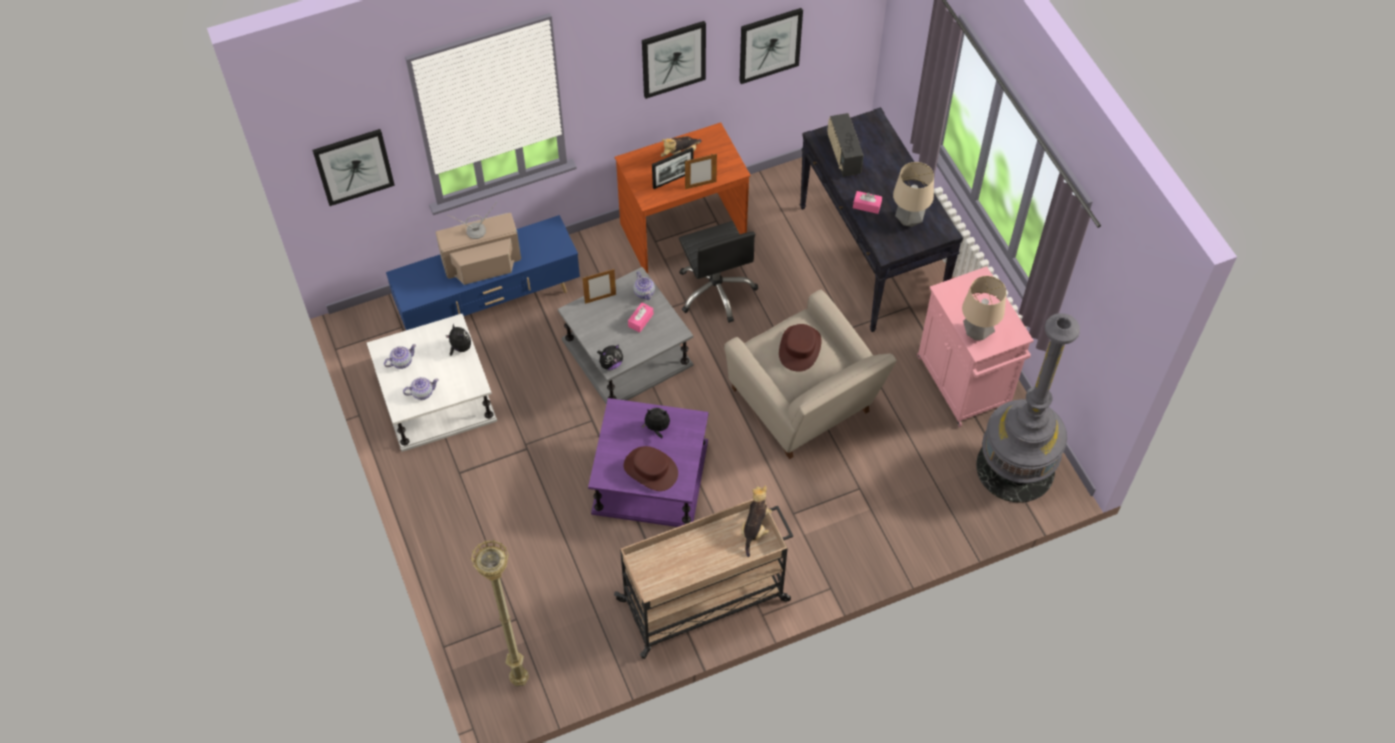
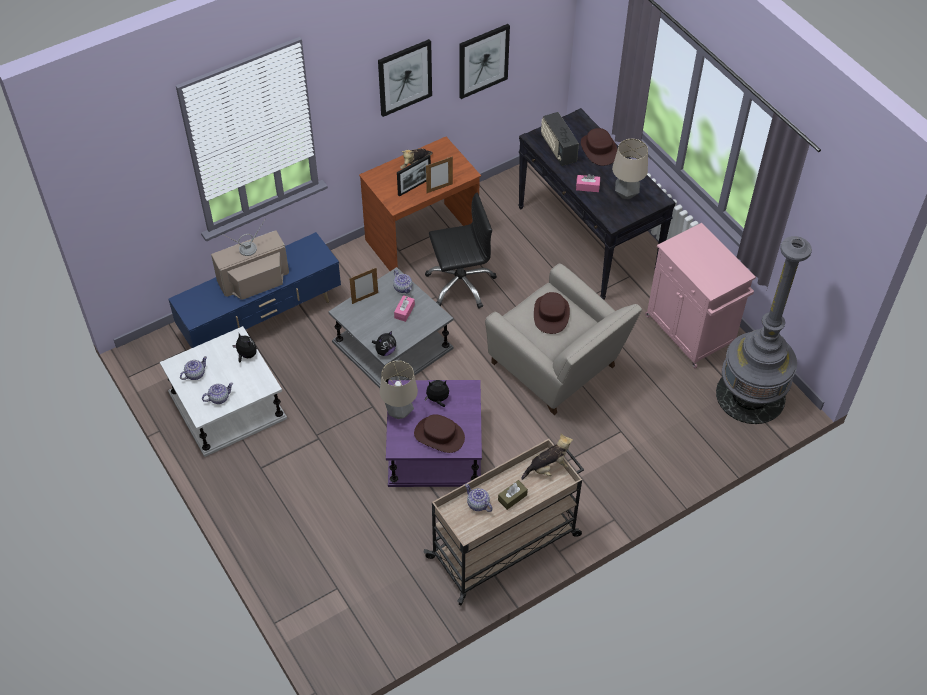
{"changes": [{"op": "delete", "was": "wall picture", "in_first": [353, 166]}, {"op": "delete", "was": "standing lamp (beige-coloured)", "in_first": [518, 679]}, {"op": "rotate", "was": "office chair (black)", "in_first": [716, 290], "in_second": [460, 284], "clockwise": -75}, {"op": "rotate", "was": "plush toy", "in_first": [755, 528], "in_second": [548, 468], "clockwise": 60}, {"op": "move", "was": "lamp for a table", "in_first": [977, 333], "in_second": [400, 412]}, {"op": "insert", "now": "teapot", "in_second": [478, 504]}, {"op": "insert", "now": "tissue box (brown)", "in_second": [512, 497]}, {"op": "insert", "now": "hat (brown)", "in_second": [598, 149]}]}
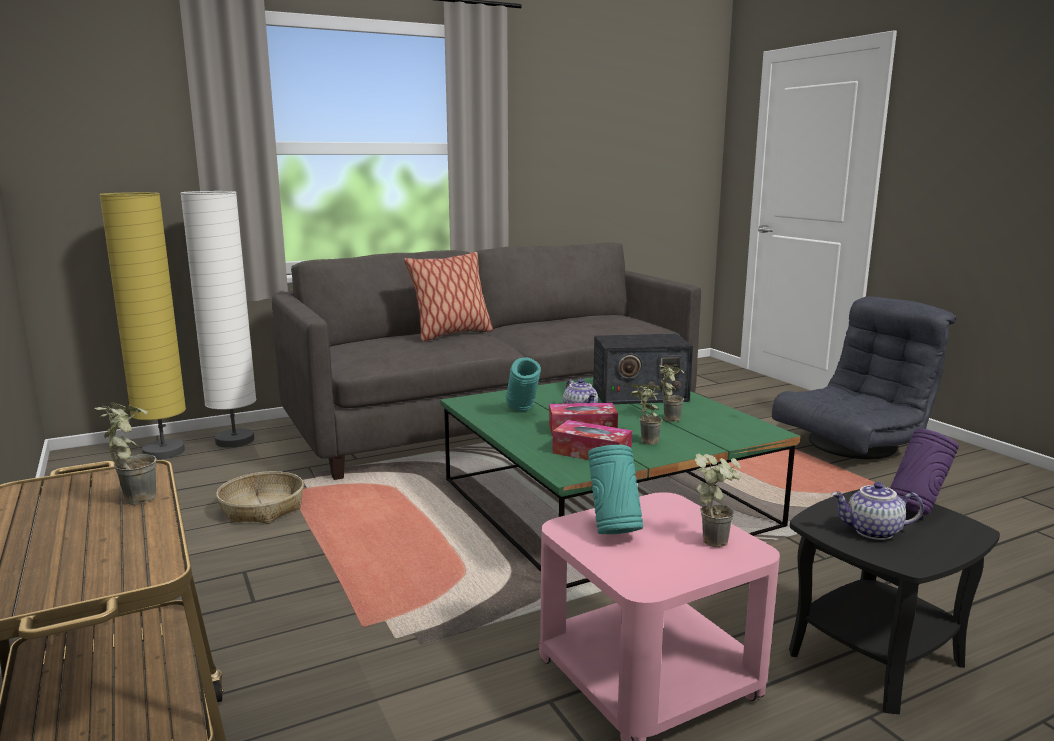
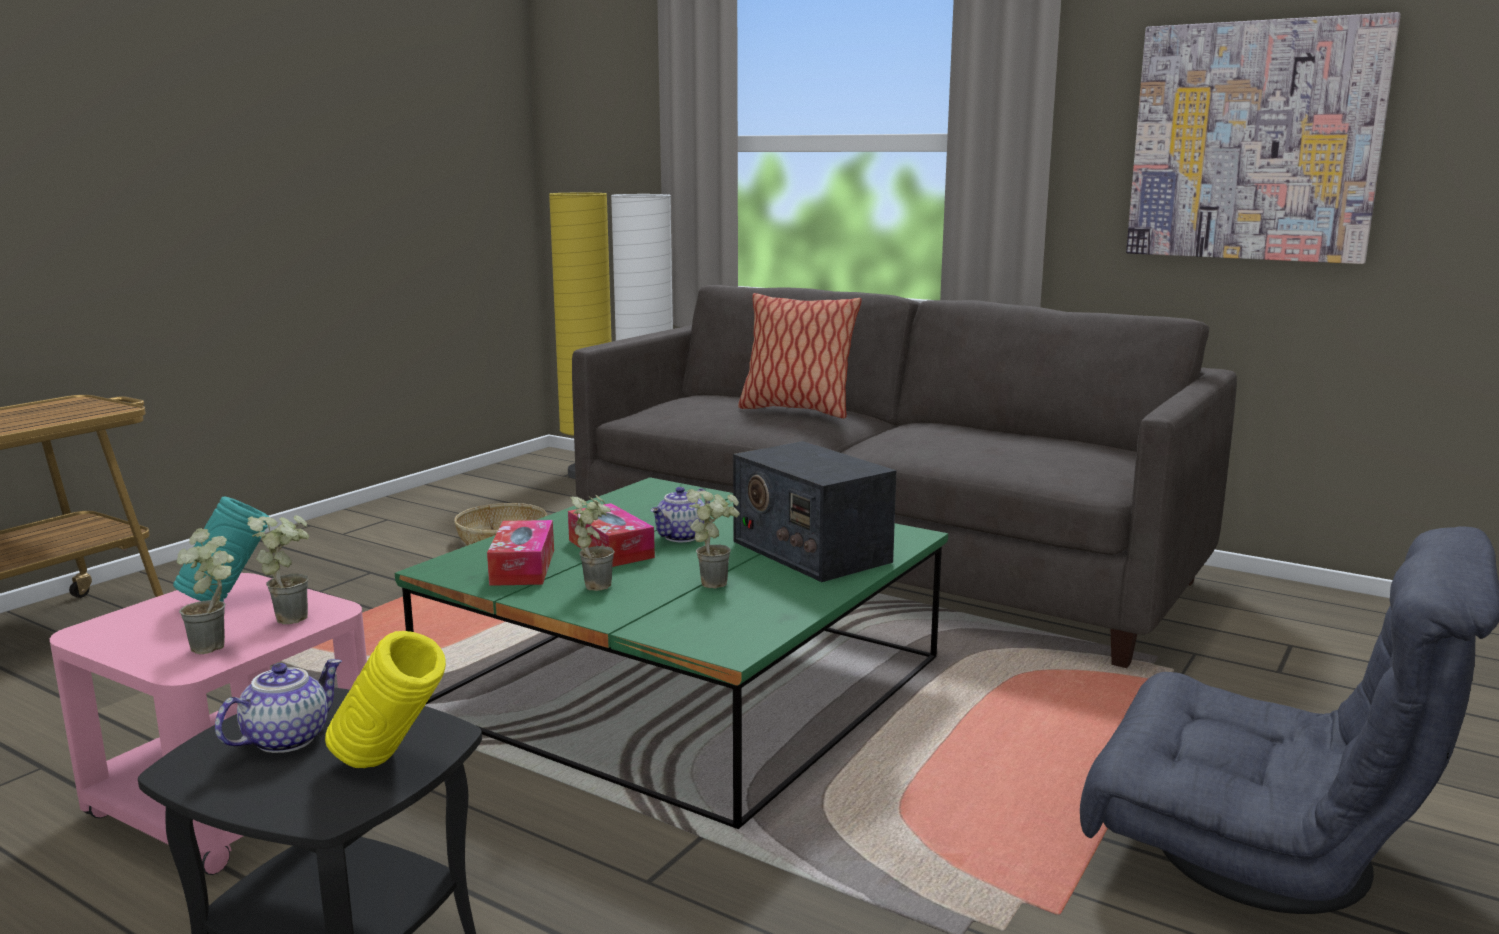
{"changes": [{"op": "move", "was": "potted plant", "in_first": [132, 498], "in_second": [292, 616]}, {"op": "delete", "was": "decorative vase (turquoise)", "in_first": [522, 412]}, {"op": "rotate", "was": "teapot", "in_first": [873, 532], "in_second": [286, 738], "clockwise": 60}, {"op": "recolor", "was": "decorative vase (purple-coloured)", "now": "decorative vase (yellow)", "in_first": [916, 510], "in_second": [391, 765]}, {"op": "insert", "now": "wall picture", "in_second": [1254, 142]}]}
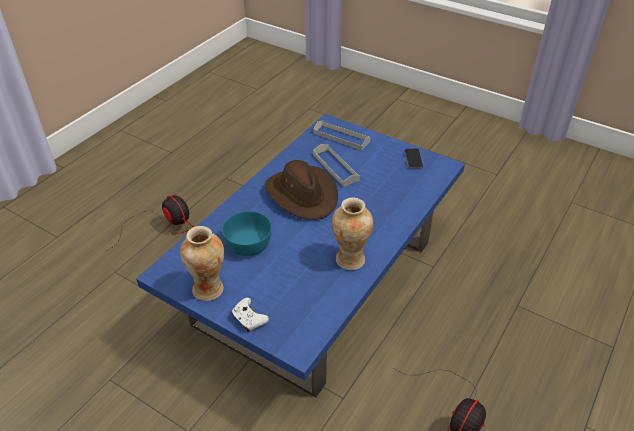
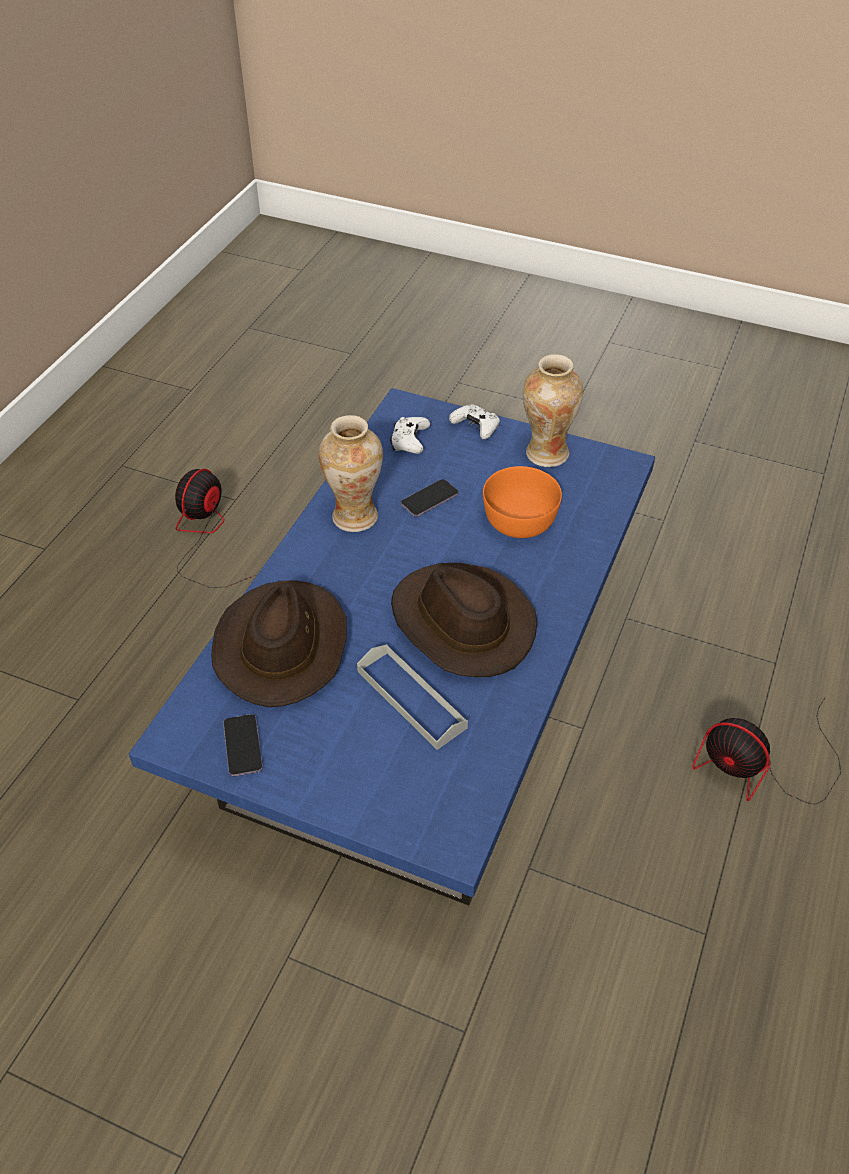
{"changes": [{"op": "recolor", "was": "serving bowl (turquoise)", "now": "serving bowl (orange)", "in_first": [247, 244], "in_second": [520, 519]}, {"op": "delete", "was": "carrying tray (gray)", "in_first": [341, 137]}, {"op": "insert", "now": "hat (brown)", "in_second": [282, 645]}, {"op": "insert", "now": "joypad (white-coloured)", "in_second": [409, 442]}, {"op": "insert", "now": "handset", "in_second": [429, 499]}]}
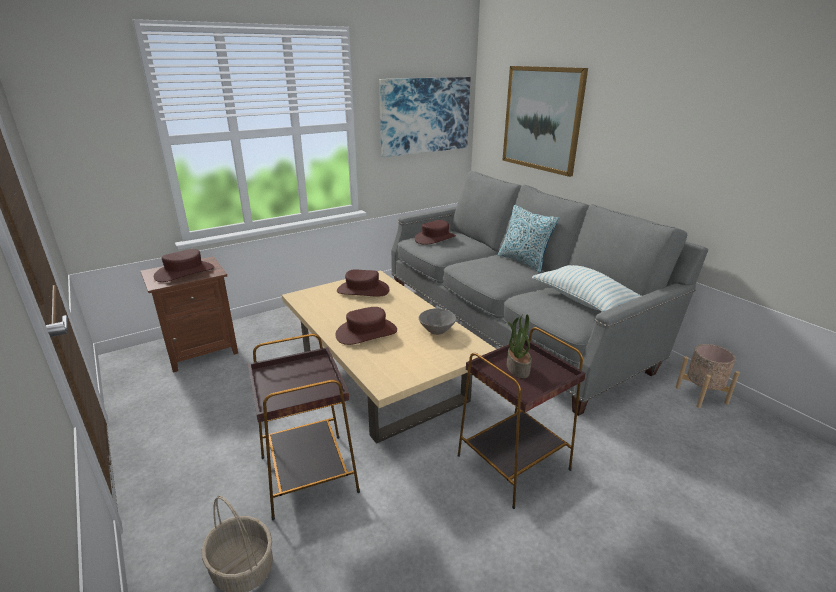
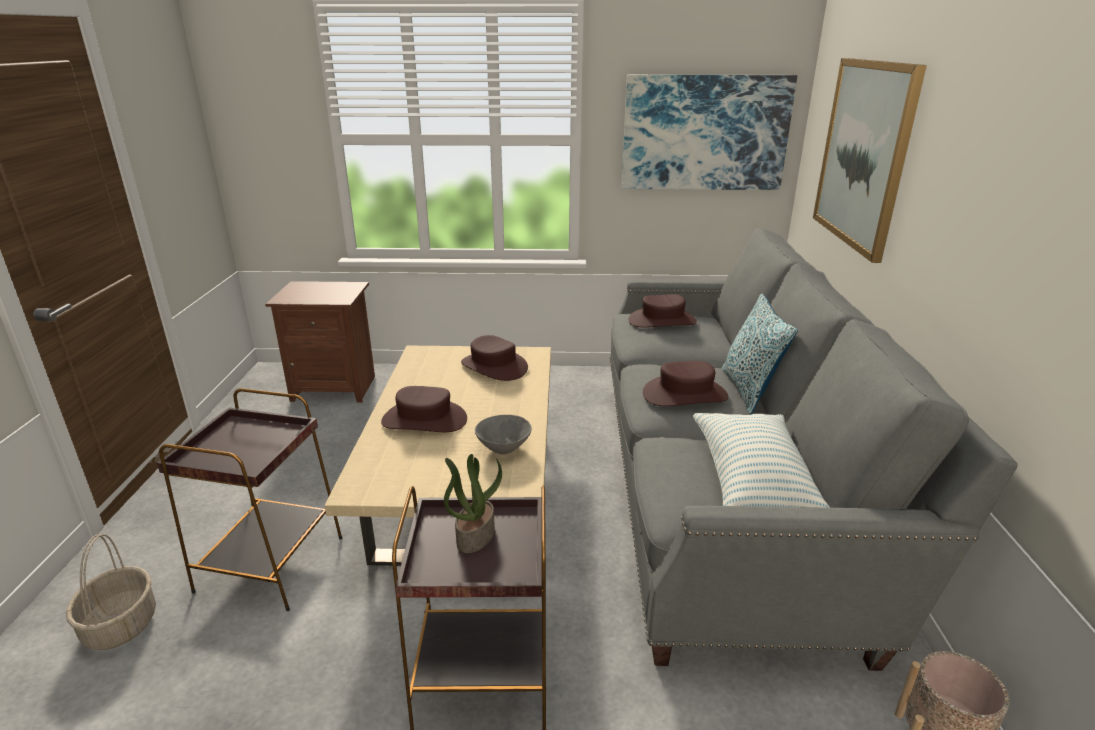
{"changes": [{"op": "move", "was": "hat (brown)", "in_first": [184, 272], "in_second": [685, 394]}]}
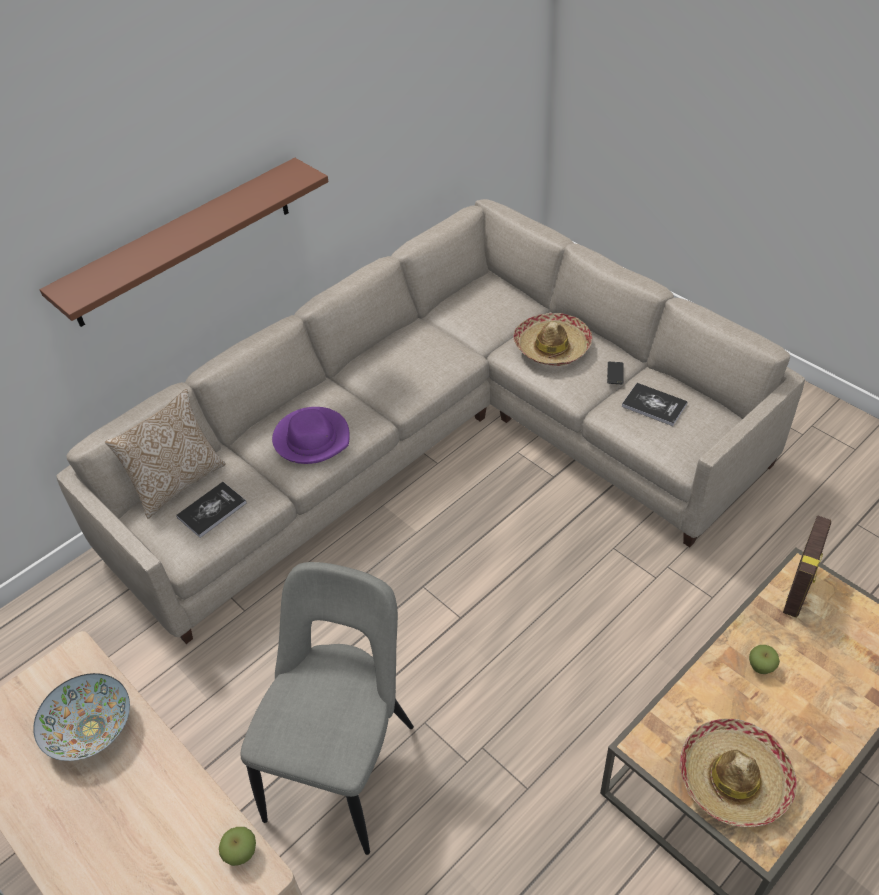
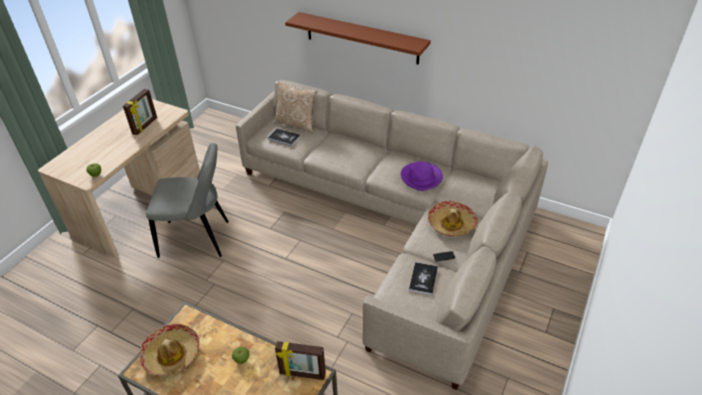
{"changes": [{"op": "replace", "was": "serving bowl", "now": "picture frame", "in_first": [90, 729], "in_second": [145, 126]}, {"op": "move", "was": "hat (purple-coloured)", "in_first": [312, 438], "in_second": [421, 178]}]}
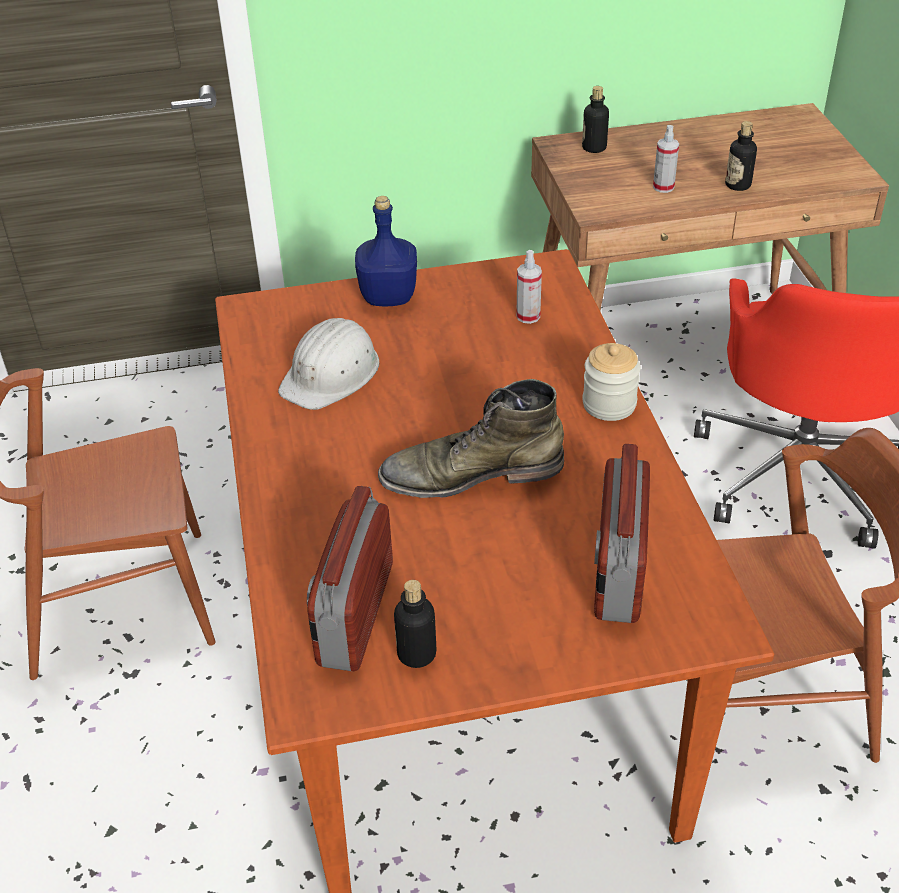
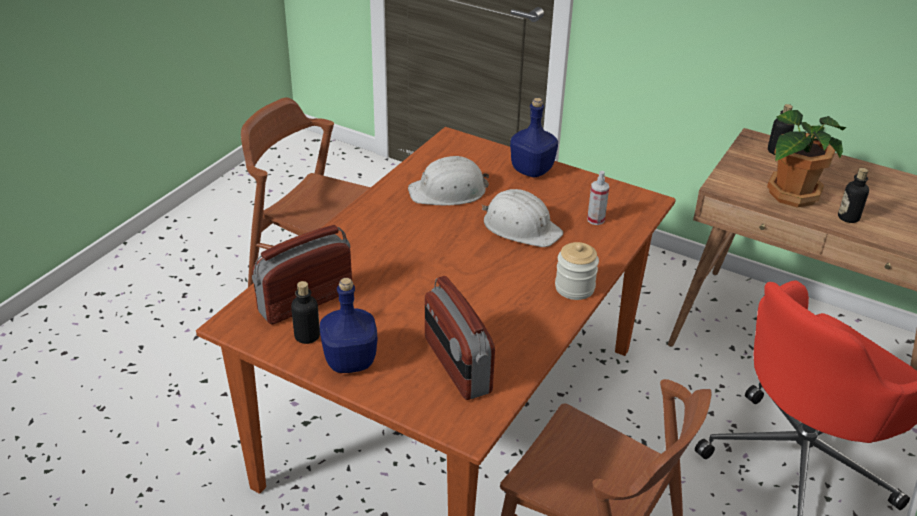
{"changes": [{"op": "delete", "was": "boot (green)", "in_first": [471, 473]}, {"op": "rotate", "was": "radio receiver", "in_first": [617, 569], "in_second": [456, 366], "clockwise": -75}, {"op": "replace", "was": "sprayer", "now": "potted plant", "in_first": [663, 187], "in_second": [790, 194]}, {"op": "insert", "now": "beverage bottle (bluish)", "in_second": [350, 362]}, {"op": "insert", "now": "hard hat (white-coloured)", "in_second": [521, 227]}]}
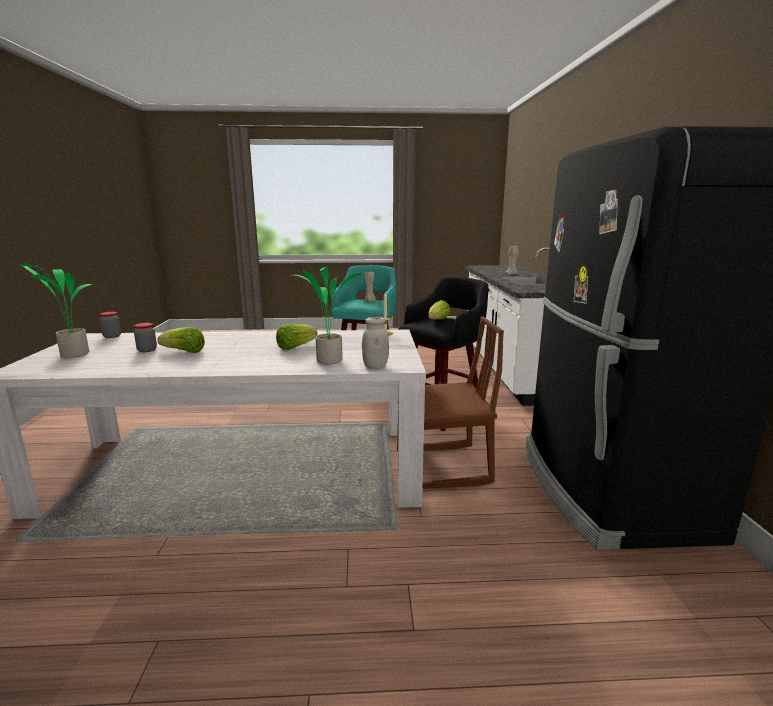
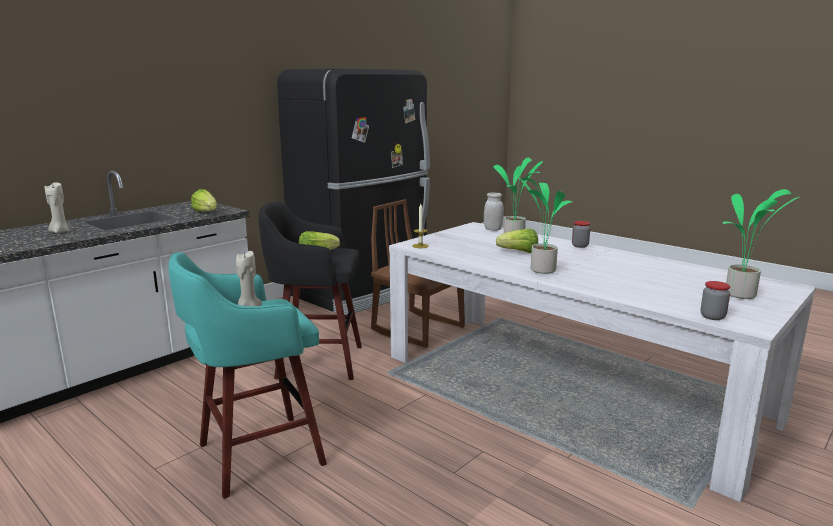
{"changes": [{"op": "move", "was": "preserve jar", "in_first": [147, 350], "in_second": [580, 246]}, {"op": "move", "was": "lettuce", "in_first": [184, 352], "in_second": [206, 212]}, {"op": "insert", "now": "potted plant", "in_second": [541, 270]}]}
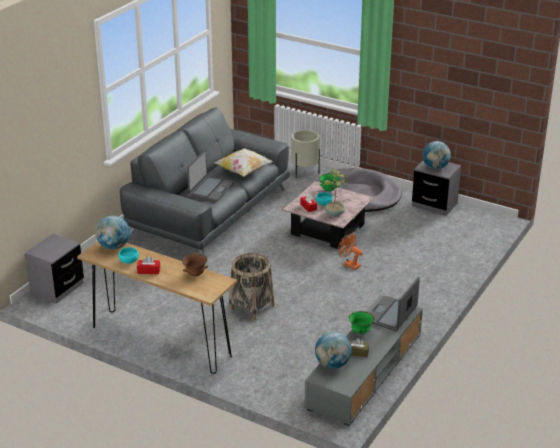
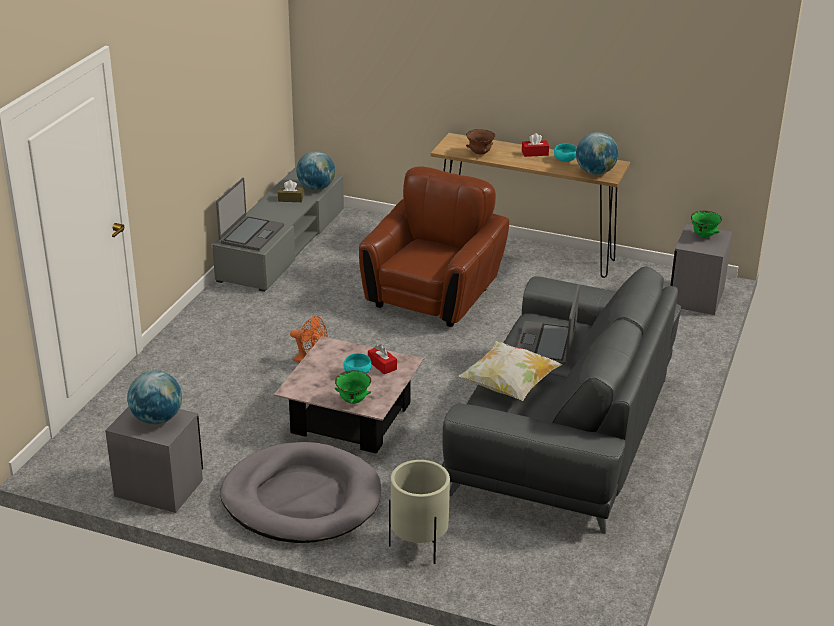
{"changes": [{"op": "replace", "was": "household basket", "now": "lounge chair (brown)", "in_first": [251, 307], "in_second": [433, 296]}, {"op": "delete", "was": "potted plant", "in_first": [335, 214]}, {"op": "move", "was": "serving bowl (green)", "in_first": [360, 332], "in_second": [703, 236]}]}
